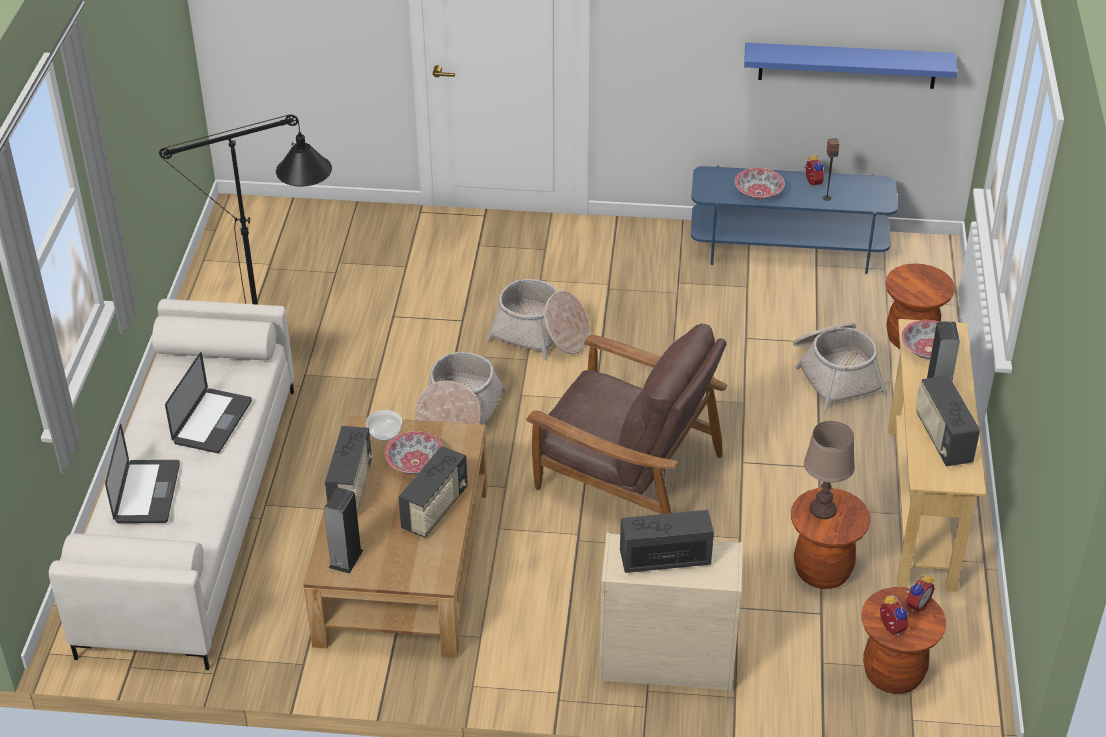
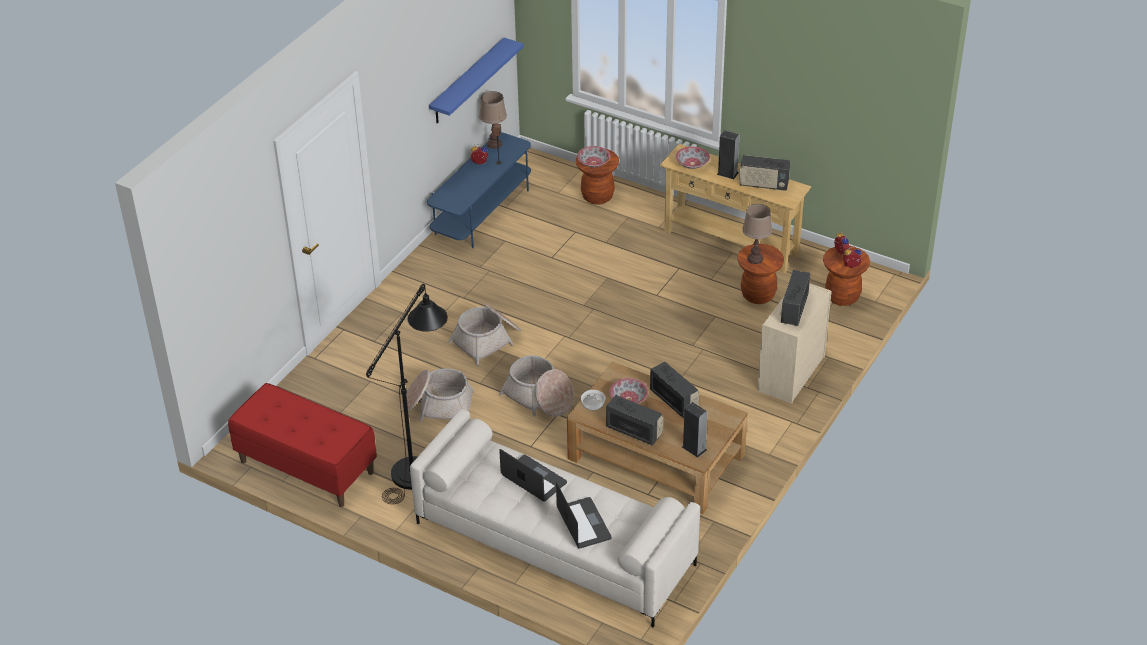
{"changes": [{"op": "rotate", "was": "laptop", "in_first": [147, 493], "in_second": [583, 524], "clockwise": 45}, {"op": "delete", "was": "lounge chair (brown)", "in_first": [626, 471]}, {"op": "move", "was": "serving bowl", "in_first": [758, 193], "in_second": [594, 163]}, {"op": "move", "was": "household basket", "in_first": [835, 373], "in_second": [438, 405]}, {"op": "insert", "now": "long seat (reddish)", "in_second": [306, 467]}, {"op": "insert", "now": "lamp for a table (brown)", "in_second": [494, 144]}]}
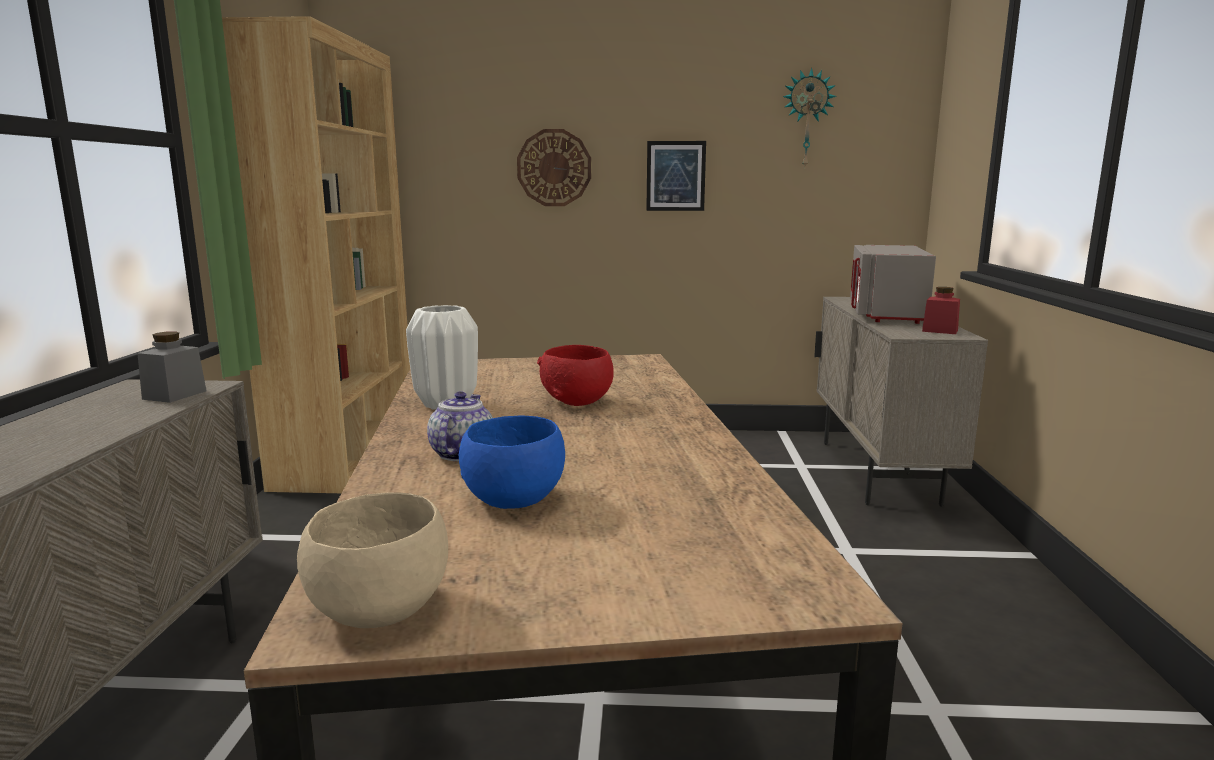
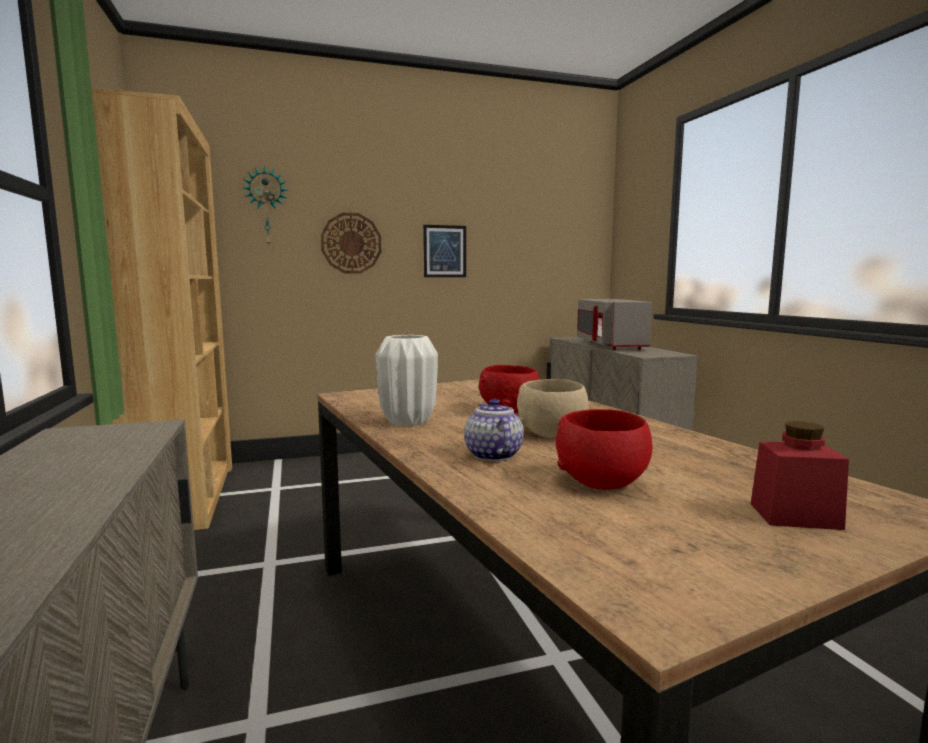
{"changes": [{"op": "delete", "was": "preserve jar (gray)", "in_first": [174, 395]}, {"op": "move", "was": "serving bowl (beige-coloured)", "in_first": [381, 611], "in_second": [552, 433]}, {"op": "recolor", "was": "serving bowl (bluish)", "now": "serving bowl (reddish)", "in_first": [514, 500], "in_second": [602, 483]}, {"op": "move", "was": "hanging clock", "in_first": [807, 119], "in_second": [266, 207]}, {"op": "move", "was": "preserve jar (reddish)", "in_first": [940, 331], "in_second": [795, 516]}]}
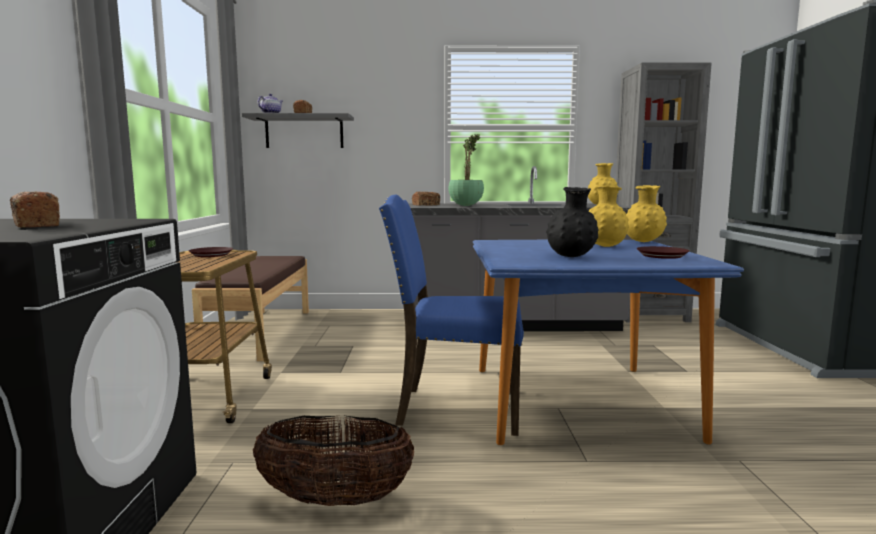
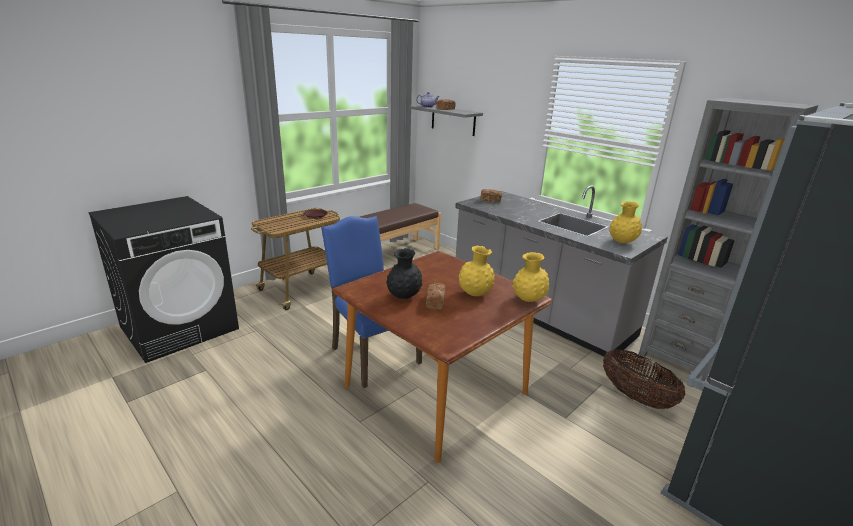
{"changes": [{"op": "move", "was": "bakery bread", "in_first": [36, 225], "in_second": [435, 302]}, {"op": "move", "was": "household basket", "in_first": [335, 499], "in_second": [635, 397]}, {"op": "delete", "was": "potted plant", "in_first": [466, 206]}, {"op": "recolor", "was": "dinner table (bluish)", "now": "dinner table (brown)", "in_first": [578, 402], "in_second": [436, 391]}, {"op": "delete", "was": "plate (brown)", "in_first": [661, 256]}]}
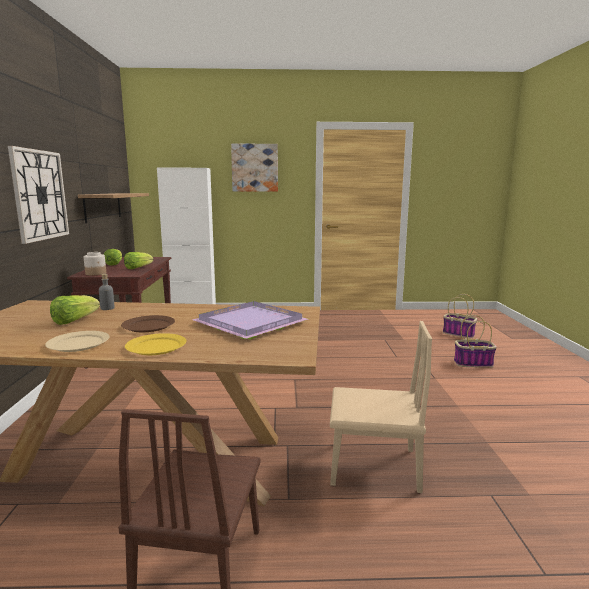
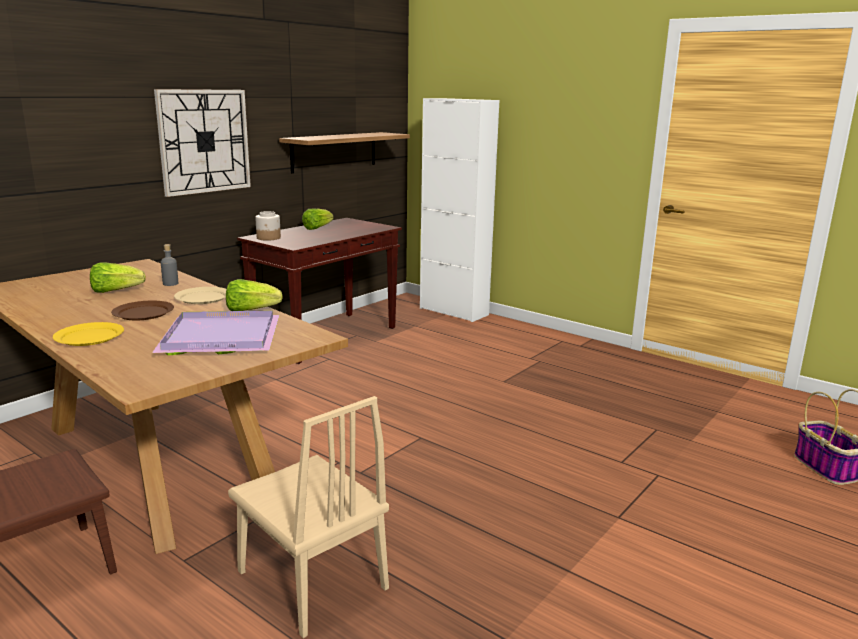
{"changes": [{"op": "move", "was": "plate (beige-coloured)", "in_first": [78, 344], "in_second": [202, 298]}, {"op": "move", "was": "lettuce", "in_first": [138, 268], "in_second": [251, 310]}, {"op": "delete", "was": "wall picture", "in_first": [255, 168]}, {"op": "delete", "was": "household basket", "in_first": [473, 363]}]}
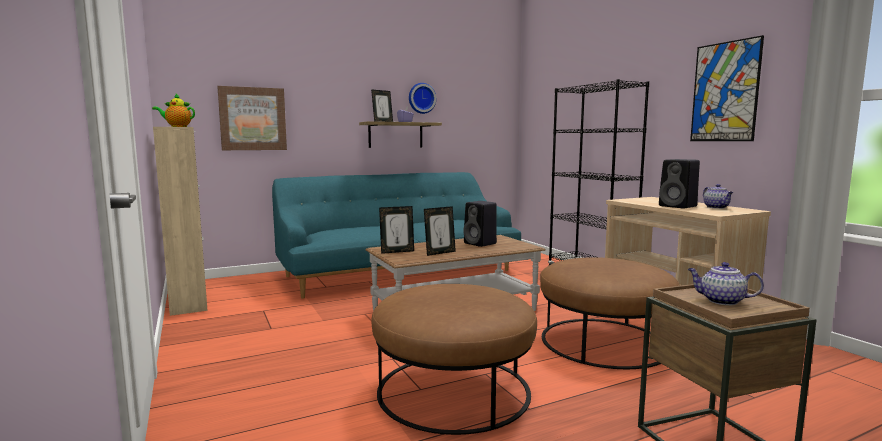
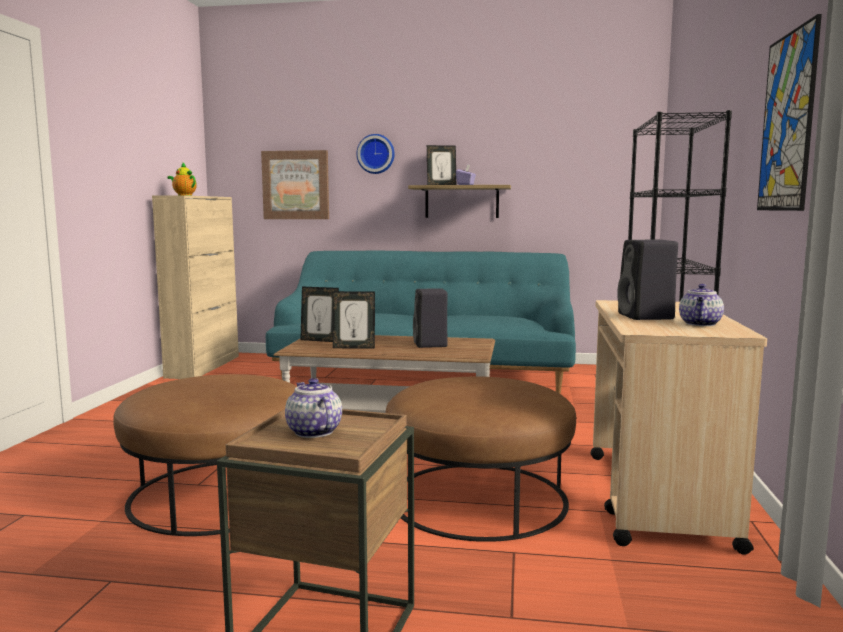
{"changes": [{"op": "move", "was": "hanging clock", "in_first": [421, 98], "in_second": [376, 154]}]}
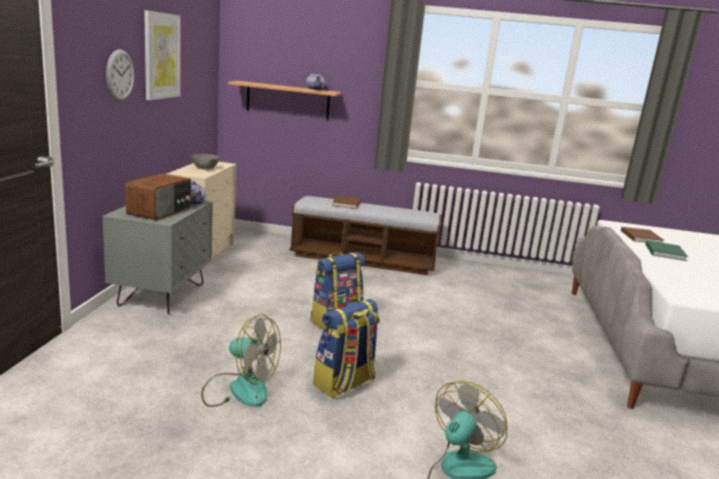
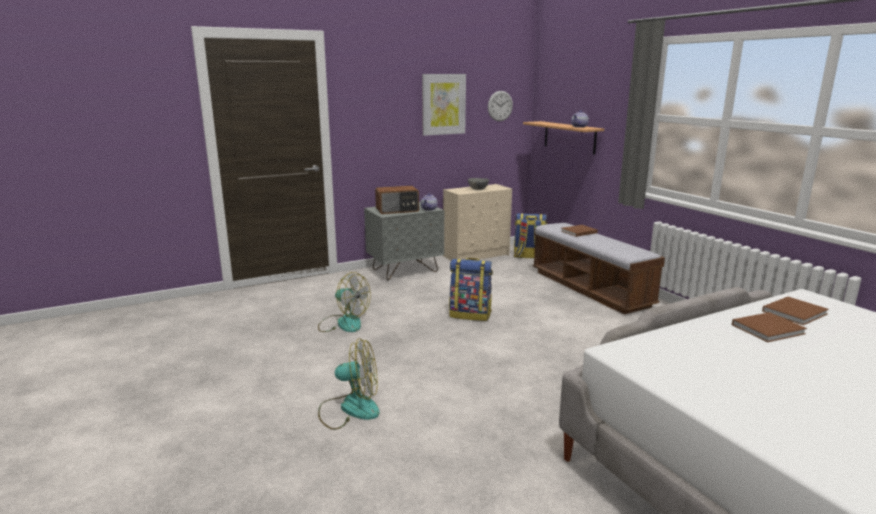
{"changes": [{"op": "move", "was": "hanging clock", "in_first": [120, 75], "in_second": [500, 106]}, {"op": "rotate", "was": "electric fan", "in_first": [239, 389], "in_second": [343, 323], "clockwise": -45}, {"op": "move", "was": "rucksack", "in_first": [344, 383], "in_second": [528, 256]}, {"op": "recolor", "was": "book (green)", "now": "book (brown)", "in_first": [665, 252], "in_second": [769, 329]}]}
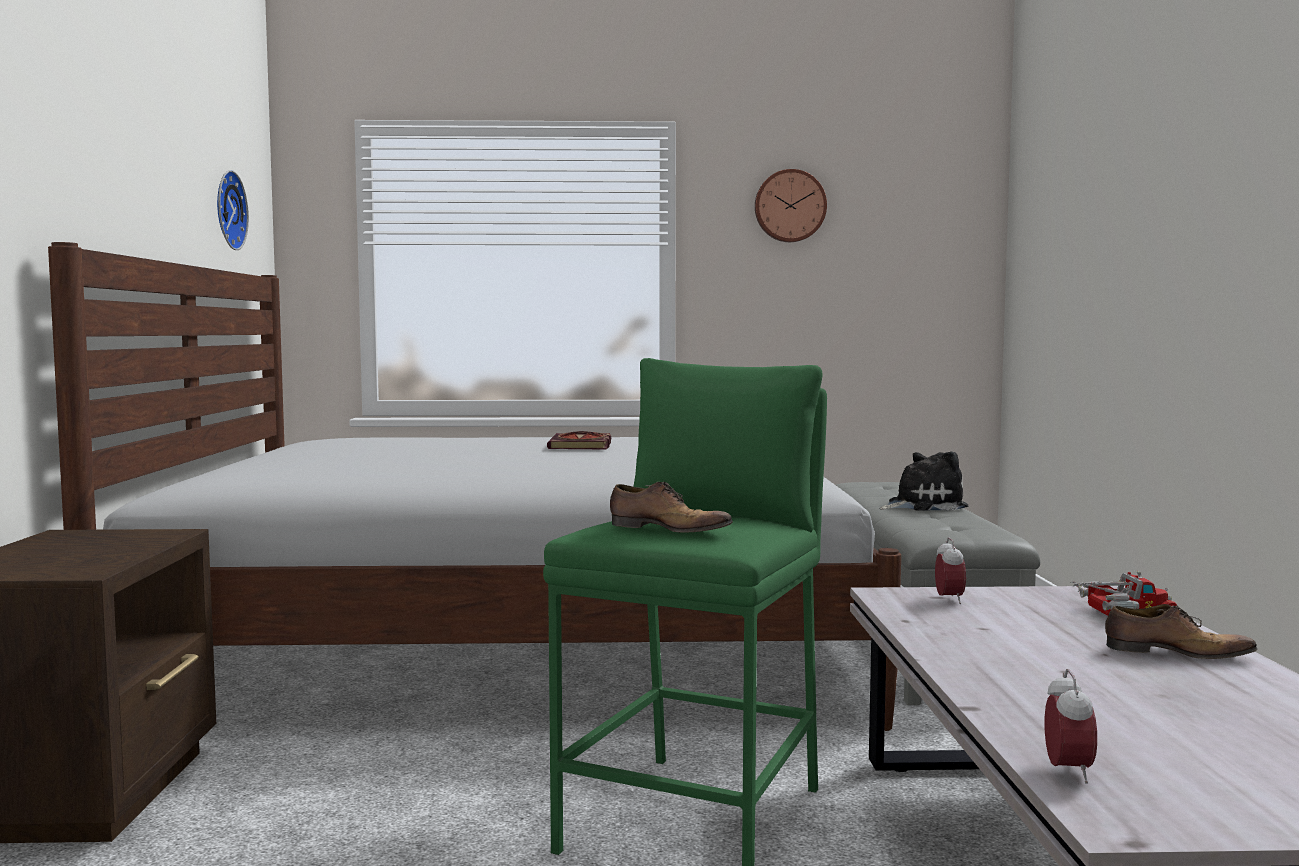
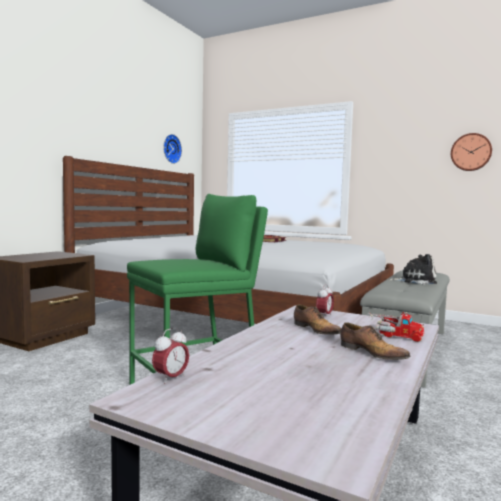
{"changes": [{"op": "move", "was": "low shoe", "in_first": [667, 530], "in_second": [316, 330]}, {"op": "move", "was": "hanging clock", "in_first": [789, 206], "in_second": [471, 152]}]}
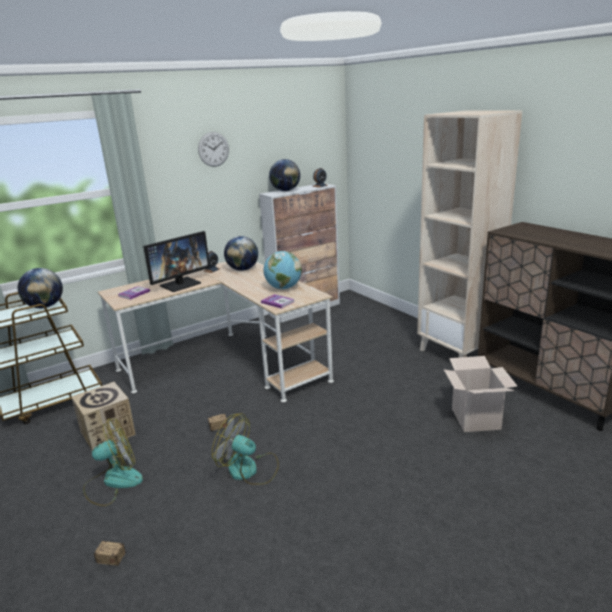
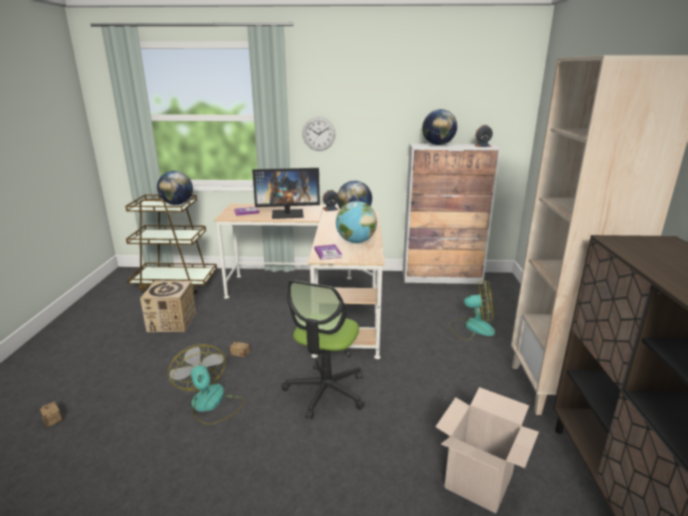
{"changes": [{"op": "move", "was": "electric fan", "in_first": [113, 482], "in_second": [472, 327]}, {"op": "move", "was": "hanging clock", "in_first": [213, 149], "in_second": [318, 134]}, {"op": "insert", "now": "office chair", "in_second": [325, 391]}]}
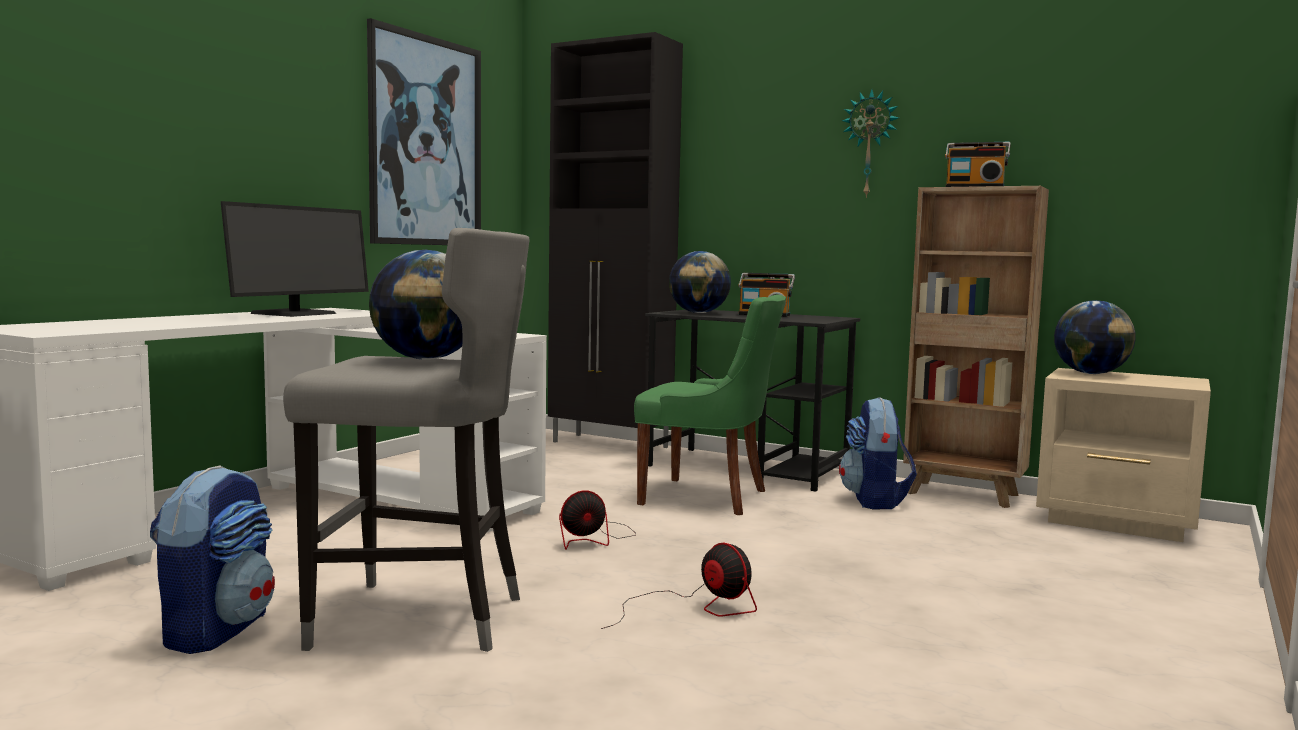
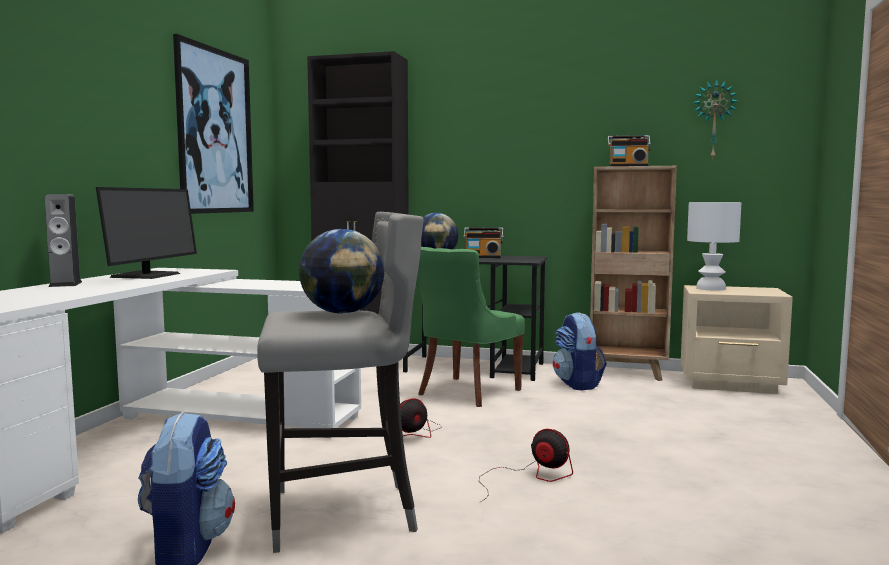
{"changes": [{"op": "rotate", "was": "chair (green)", "in_first": [707, 497], "in_second": [466, 392], "clockwise": 120}, {"op": "move", "was": "hanging clock", "in_first": [870, 144], "in_second": [714, 120]}, {"op": "replace", "was": "globe", "now": "lamp for a table (white-coloured)", "in_first": [1091, 373], "in_second": [710, 288]}, {"op": "insert", "now": "audio speaker", "in_second": [65, 284]}]}
